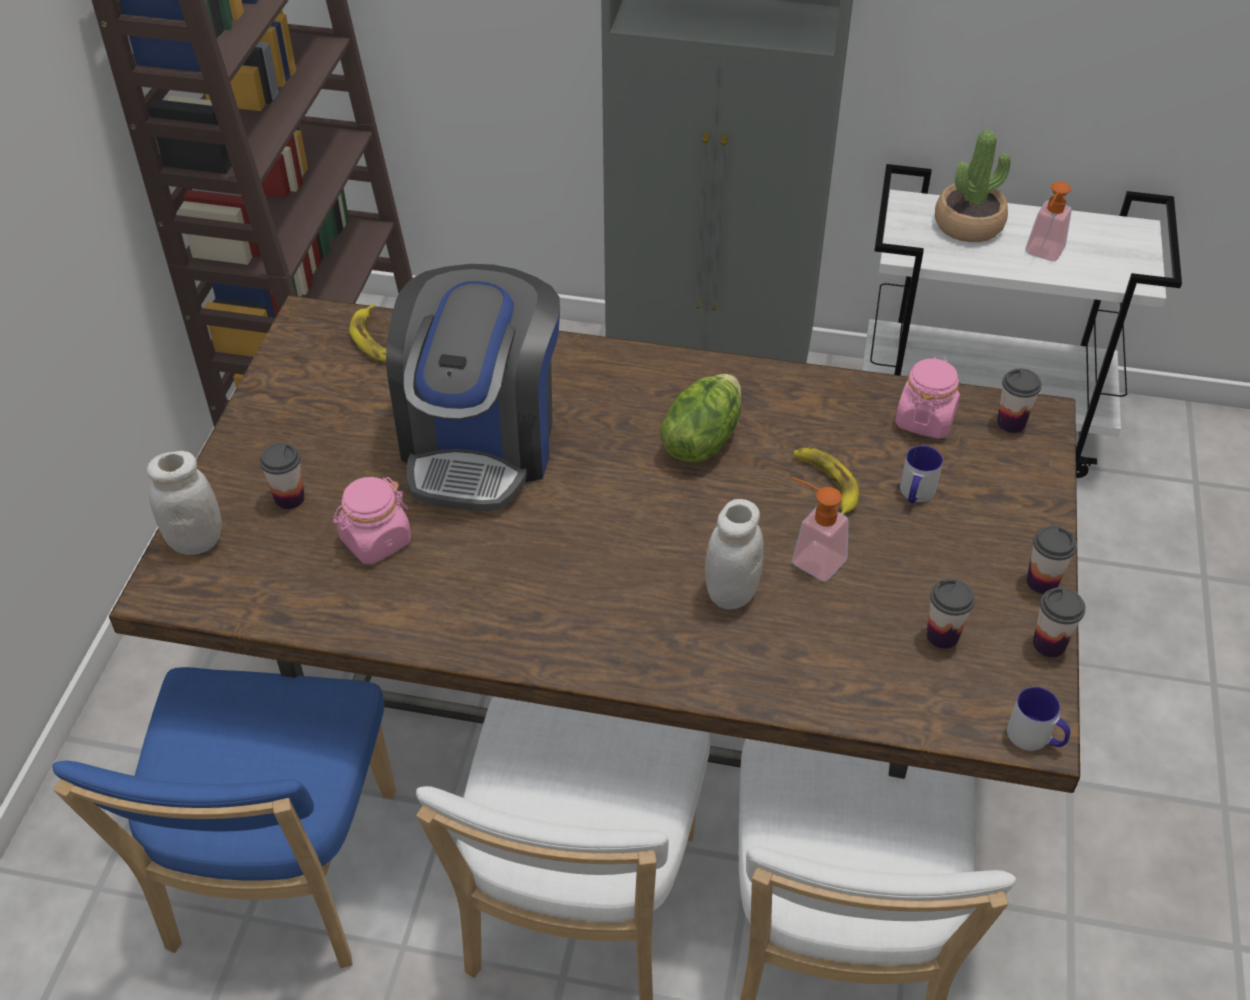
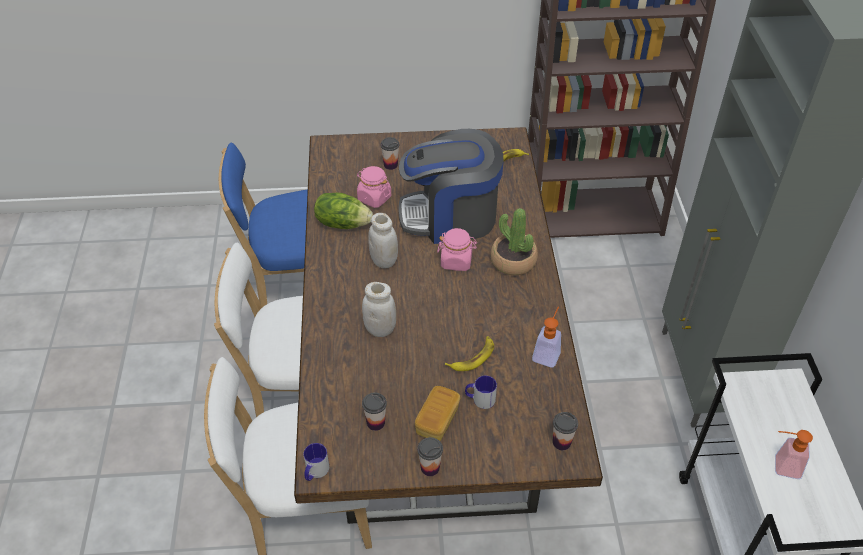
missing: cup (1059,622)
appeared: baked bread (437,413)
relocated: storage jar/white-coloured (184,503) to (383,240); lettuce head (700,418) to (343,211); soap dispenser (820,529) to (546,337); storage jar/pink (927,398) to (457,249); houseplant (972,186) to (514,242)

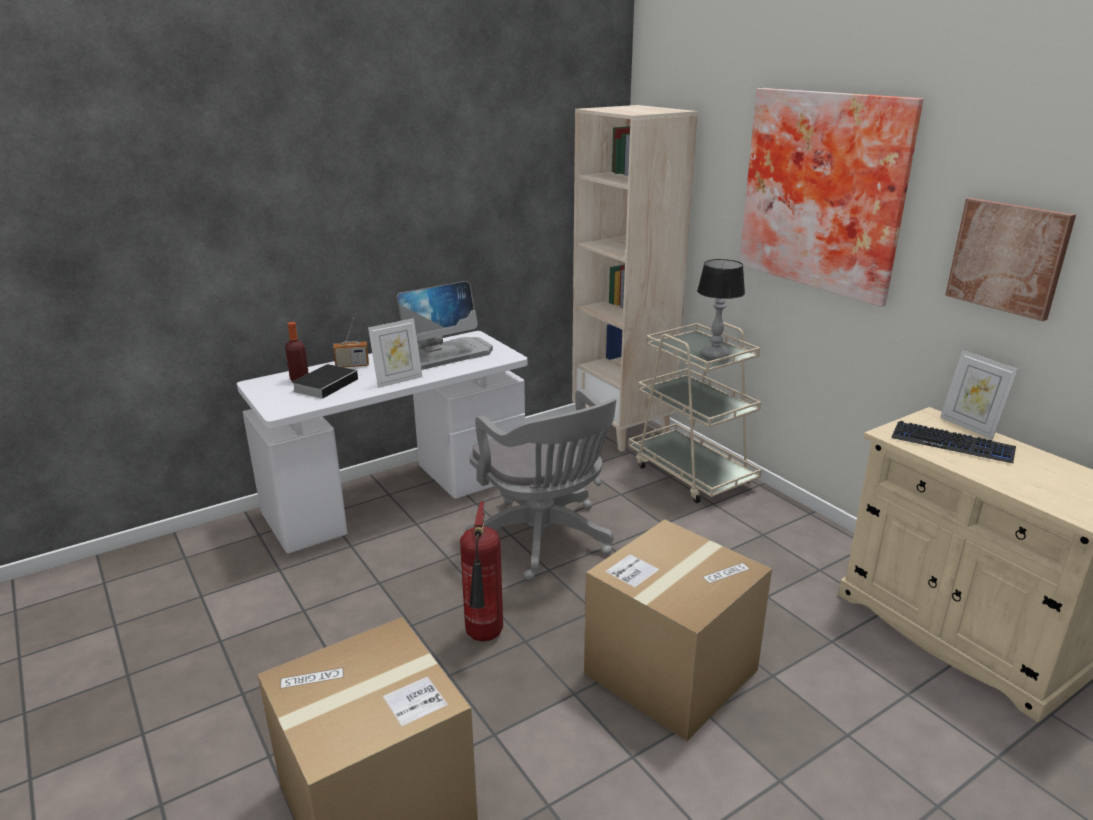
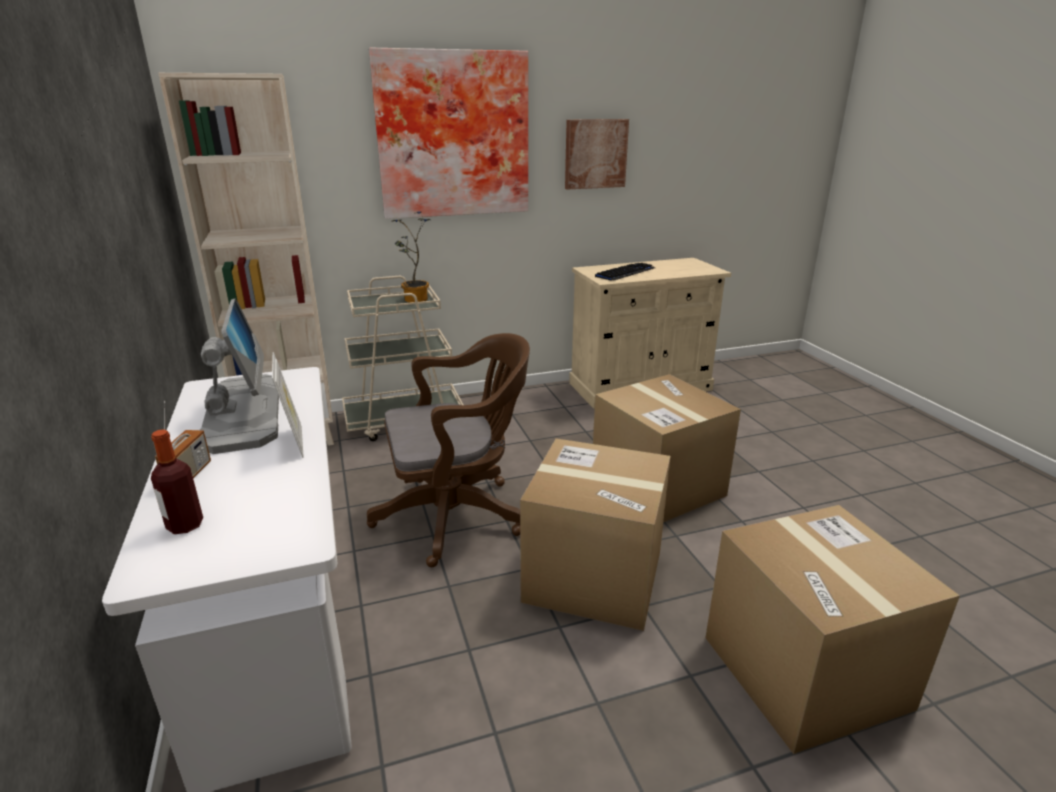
missing: book (325,381); standing frame (979,395)
exchanged: fire-fighting cylinder (481,571) to carton (595,534); tabletop lamp (721,309) to houseplant (411,257)
colour: office chair/greyish (541,485) to office chair/brown (448,450)

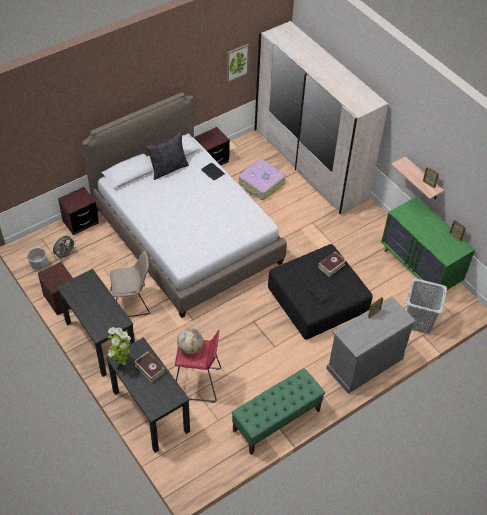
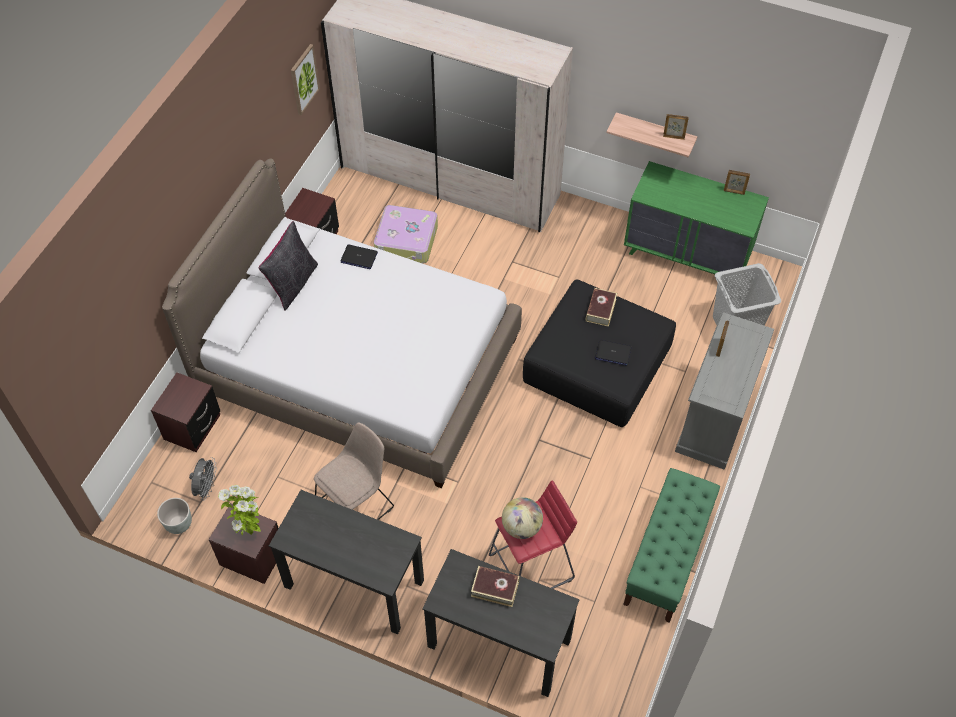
relocated: houseplant (120,346) to (239,510)

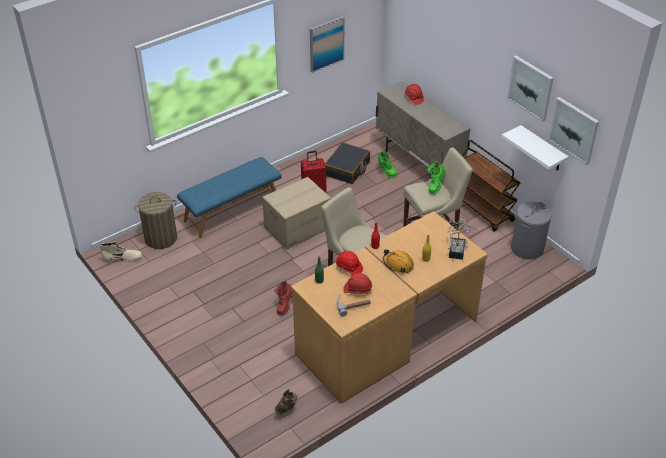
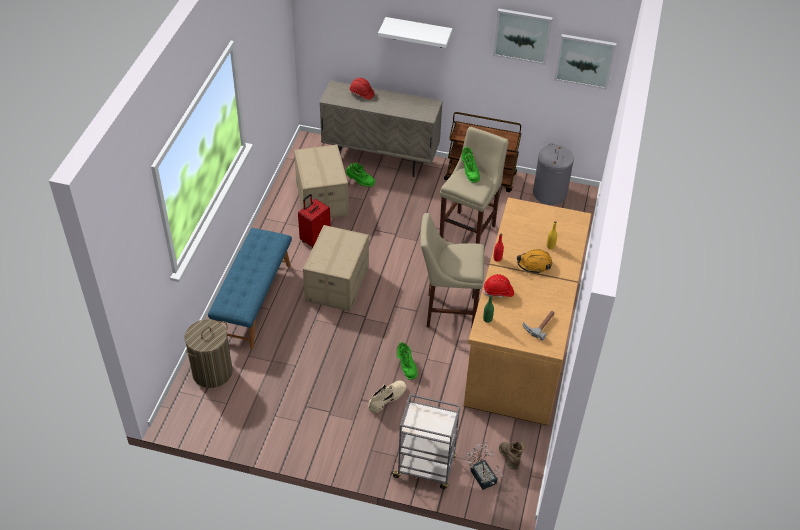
missing: wall picture (327,44); safety helmet/red-coloured (358,283)
appeared: wheeled cart/greyish (425,441)
relocated: tall boot/sand-coloured (121,252) to (387,396); houseplant (458,239) to (484,465); shelf/white-coloured (535,148) to (415,32)
exchanged: piece of luggage/black-coloured (347,163) to carton (321,181)
colour: tall boot/red-coloured (283,298) to tall boot/green-coloured (407,361)

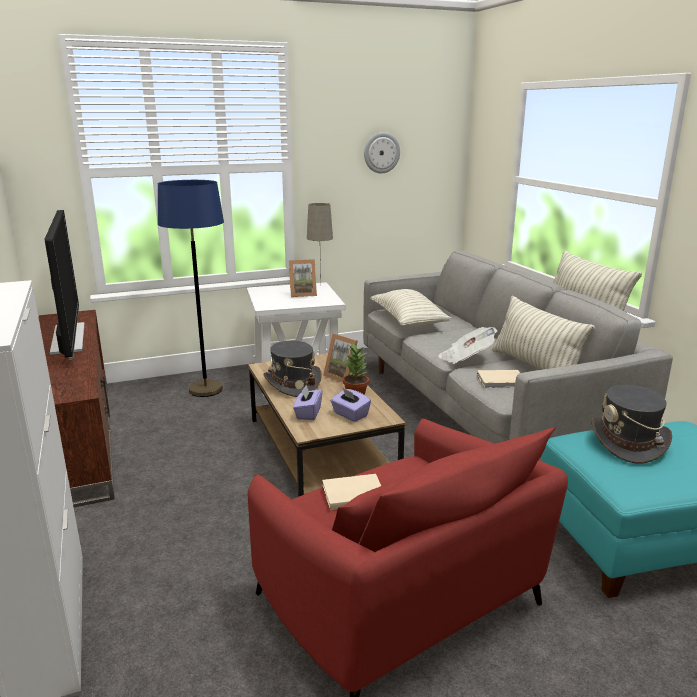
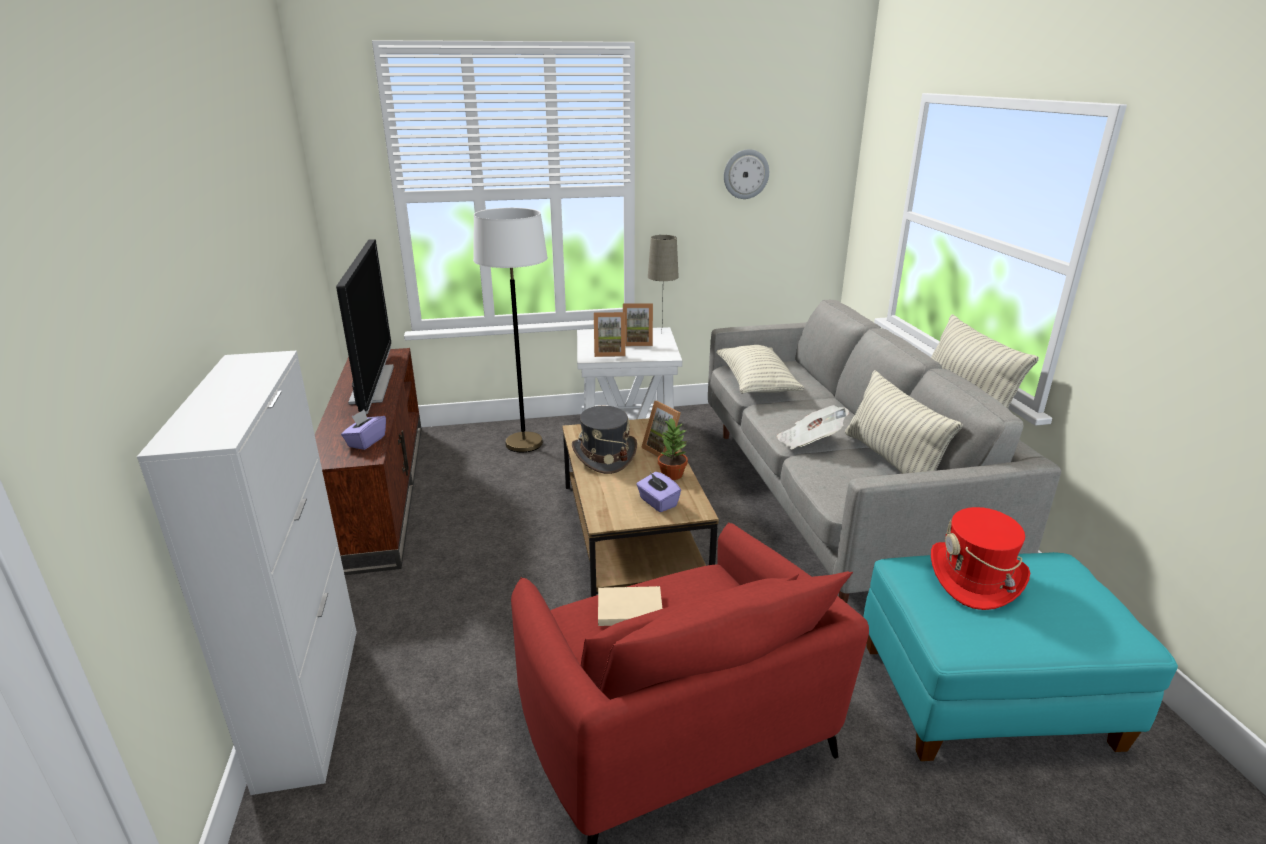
missing: book/sand-coloured (498,379)
appeared: standing frame (610,334)
relocated: box of tissues/purple (308,402) to (363,430)
colour: standard lamp/bluish (191,288) to standard lamp/white-coloured (510,330); clothing hat/greyish (631,424) to clothing hat/red-coloured (980,558)

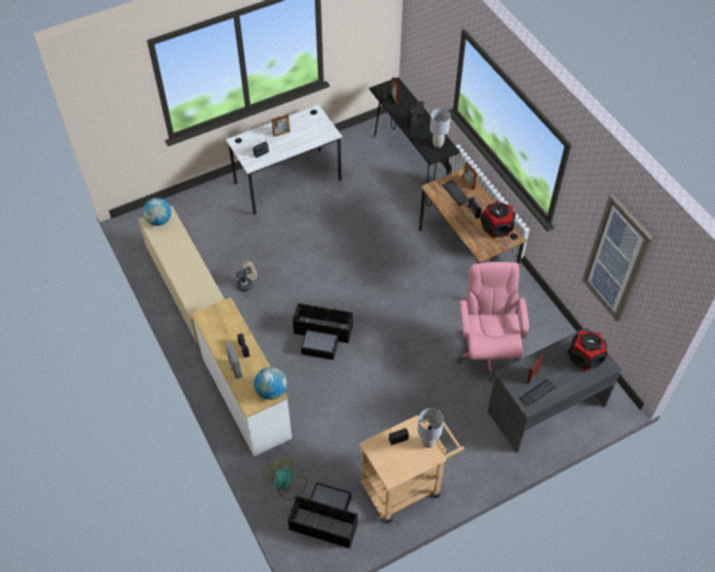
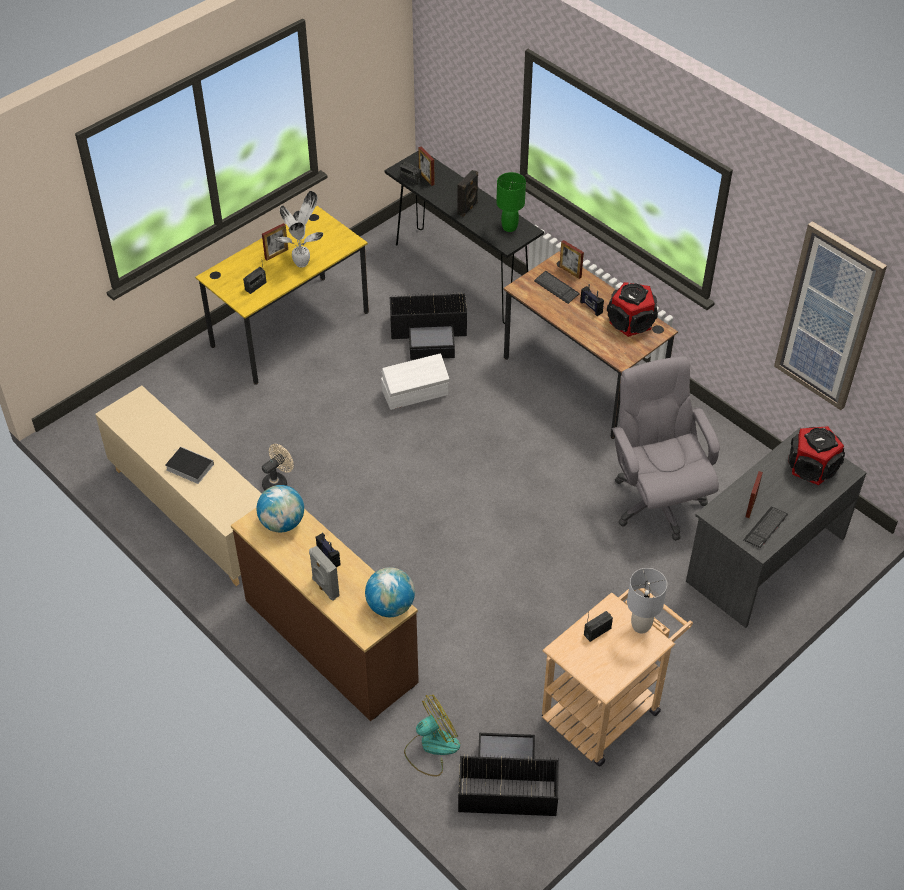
appeared: book (189,465); houseplant (299,229); storage box/white-coloured (415,381)
relocated: desk globe (157,212) to (280,508); storage box/black-coloured (323,331) to (428,326)
colour: dresser/white-coloured (241,377) to dresser/brown (325,614); desk/white-coloured (284,159) to desk/yellow (282,295); tabletop lamp/greyish (440,128) to tabletop lamp/green-coloured (511,202); office chair/pink (492,321) to office chair/greyish (666,448)
spun: electric fan (285,478) = (432,736) 105 degrees clockwise

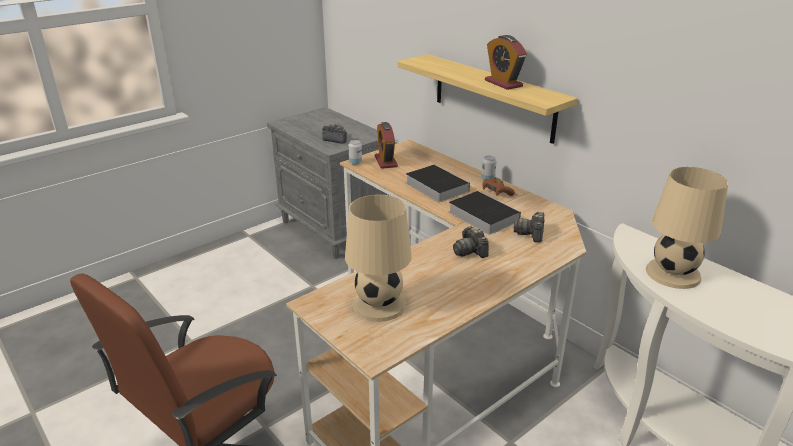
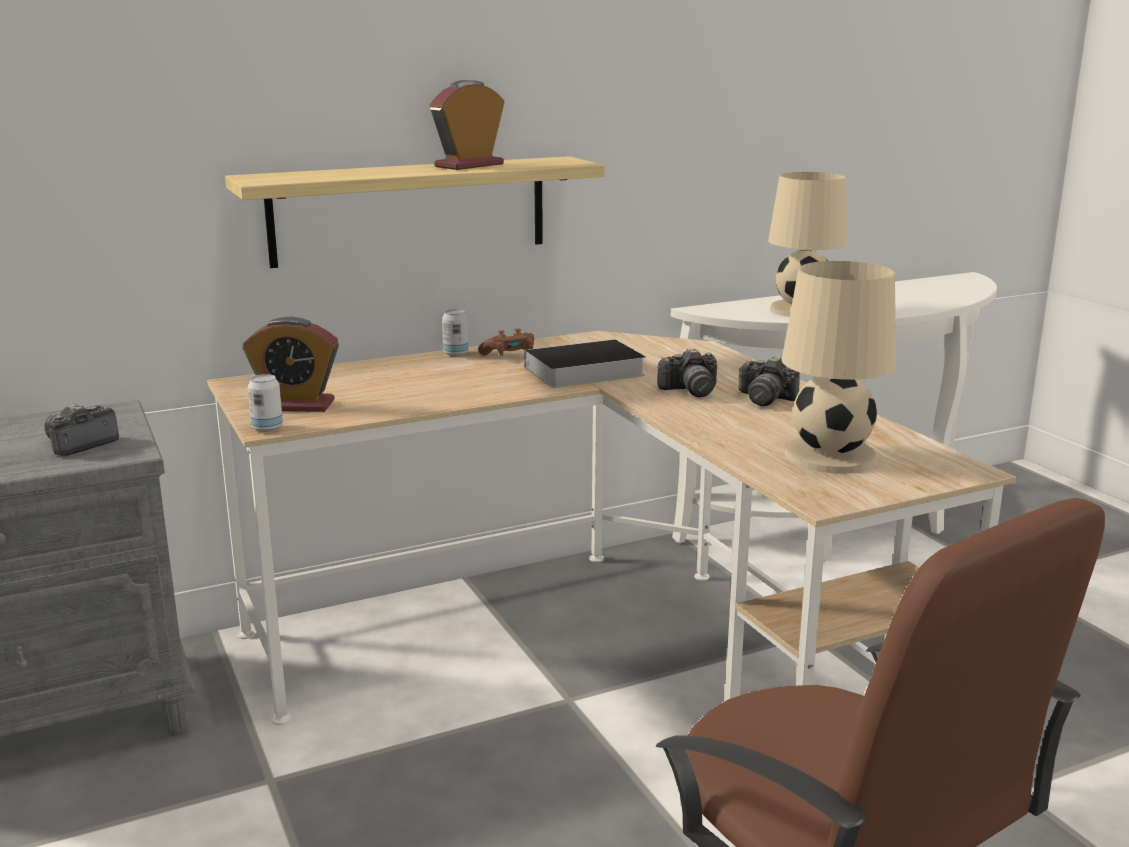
missing: book (438,183)
relocated: photo camera (529,227) to (769,381)
spun: bedside clock (506,62) = (467,125) 150 degrees clockwise

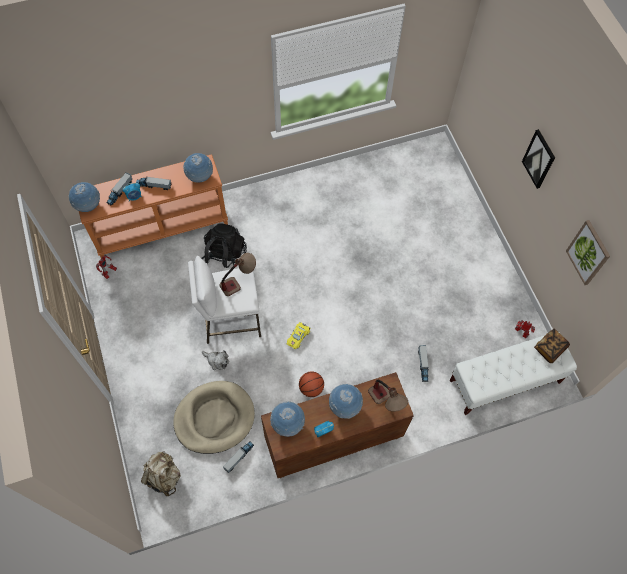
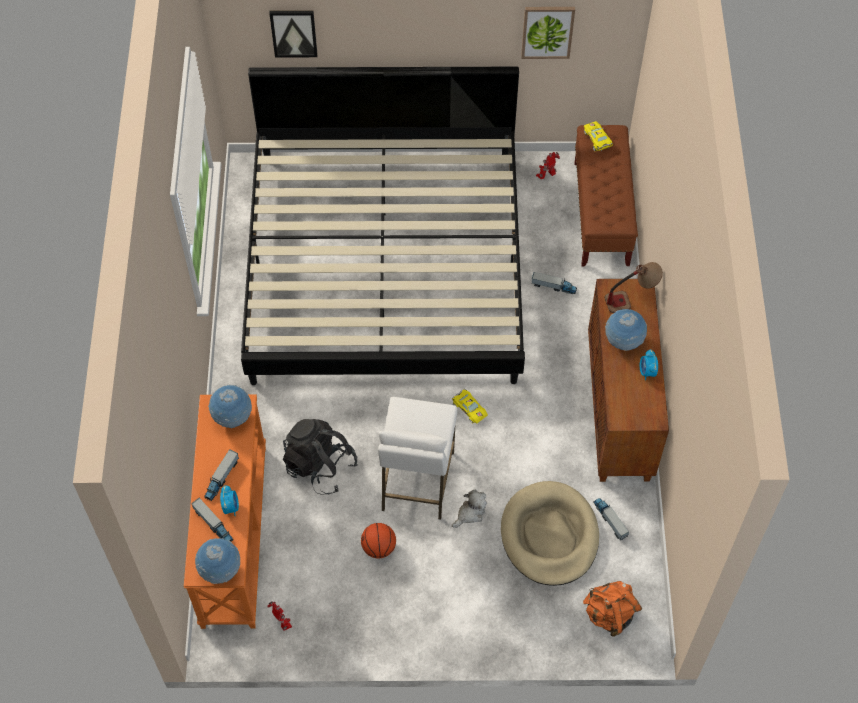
missing: tabletop lamp (237,274); desk globe (287,419)
appeared: sleeping bed (383,226)
relocated: basketball ball (311,384) to (378,540); wall picture (538,159) to (293,33)
exchanged: book (552,346) to miniature car/yellow (598,136)
colour: knapsack/sand-coloured (161,474) to knapsack/orangey (612,609); long seat/white-coloured (513,373) to long seat/brown (606,196)

